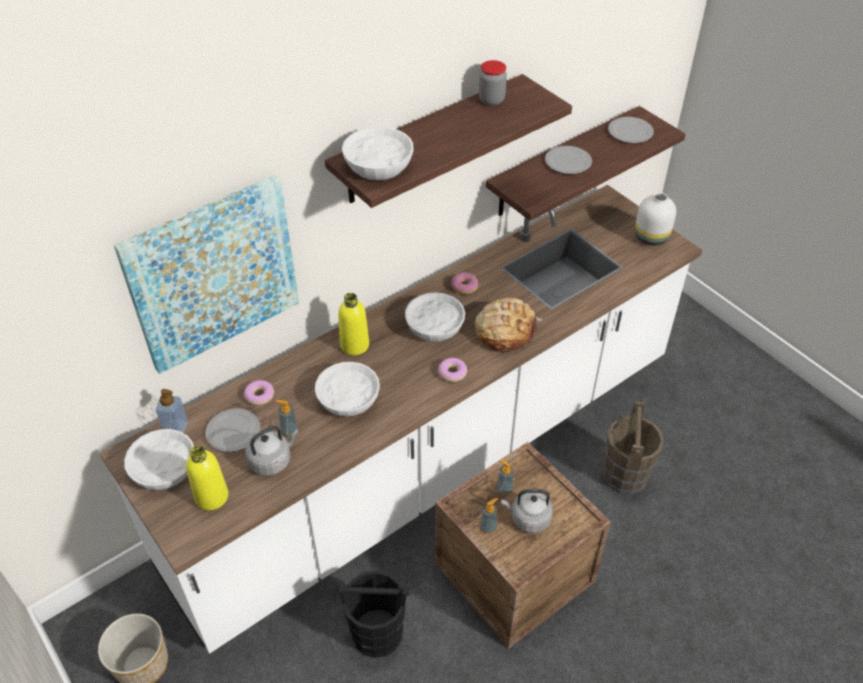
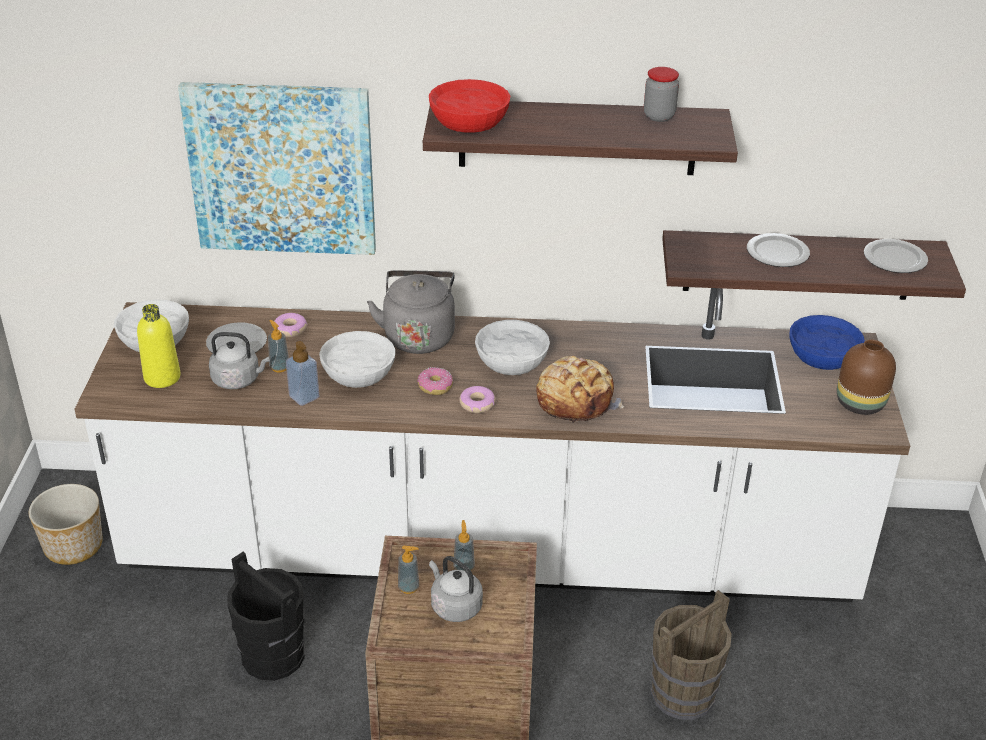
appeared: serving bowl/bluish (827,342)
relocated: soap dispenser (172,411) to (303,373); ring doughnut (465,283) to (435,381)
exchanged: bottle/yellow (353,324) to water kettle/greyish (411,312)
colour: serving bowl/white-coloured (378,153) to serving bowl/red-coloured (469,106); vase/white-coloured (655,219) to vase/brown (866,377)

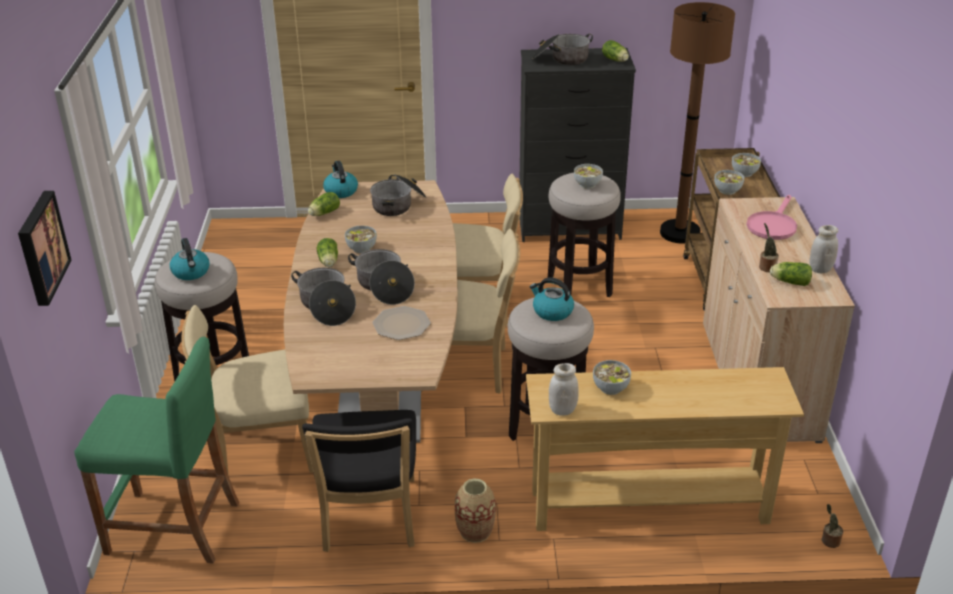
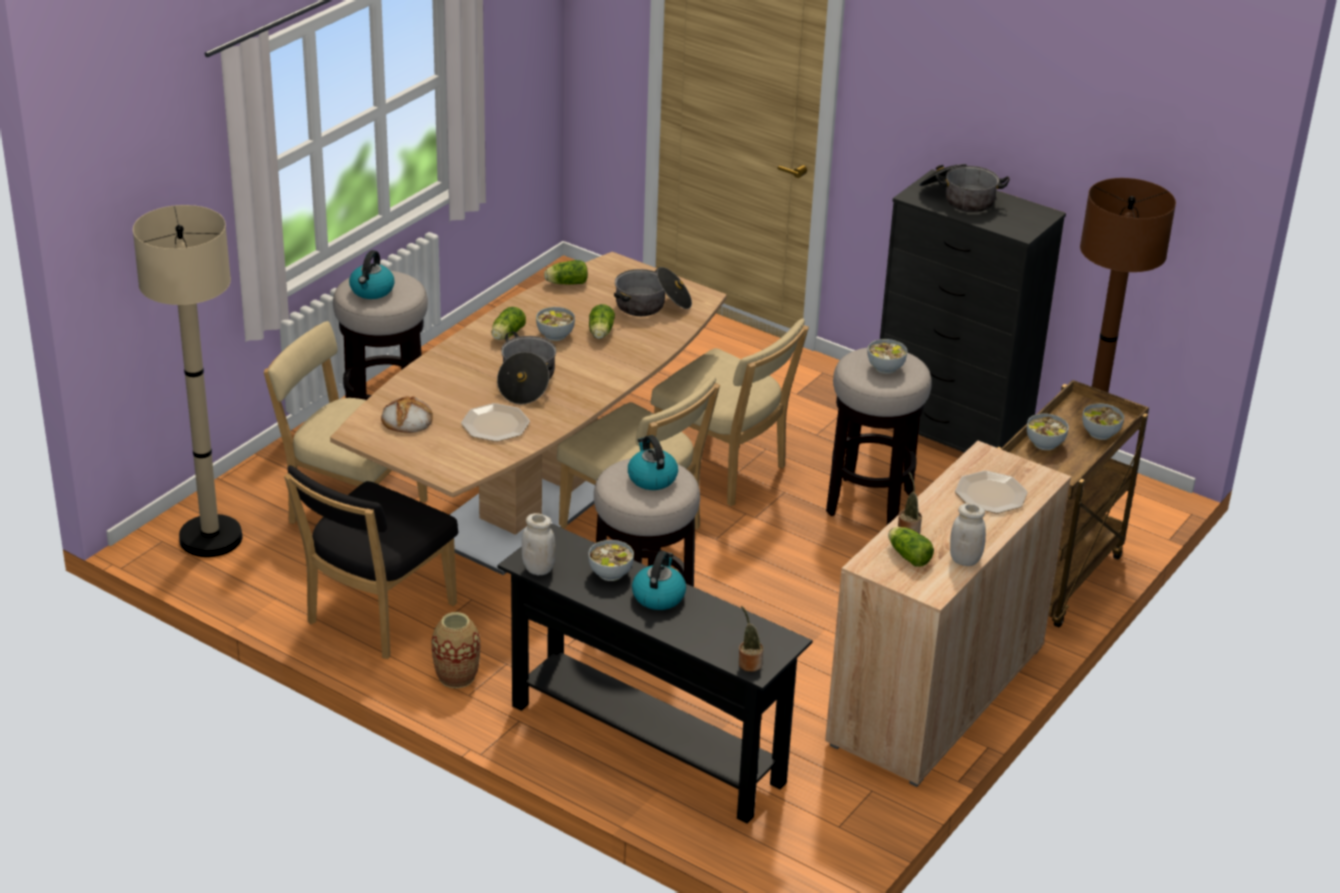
missing: wall picture (45,248); stockpot (323,297)
appeared: baked bread (407,414)
relocated: water kettle (340,179) to (659,580); lettuce head (615,51) to (602,321); houseplant (832,526) to (751,639)
exchanged: stool seat/green-coloured (156,450) to standard lamp/sand-coloured (188,381); frying pan/pink (771,217) to flat dish (991,492)
colour: hall table/sand-coloured (665,449) to hall table/black-coloured (655,673)

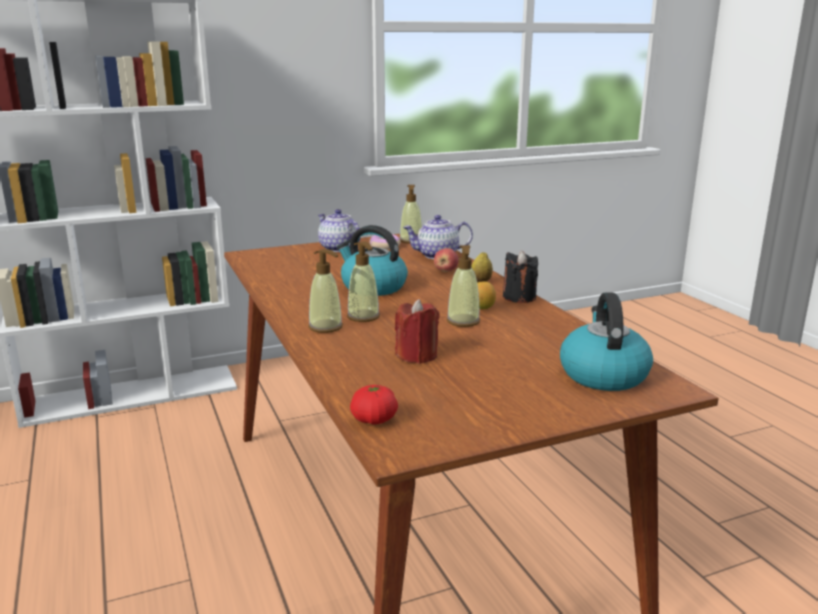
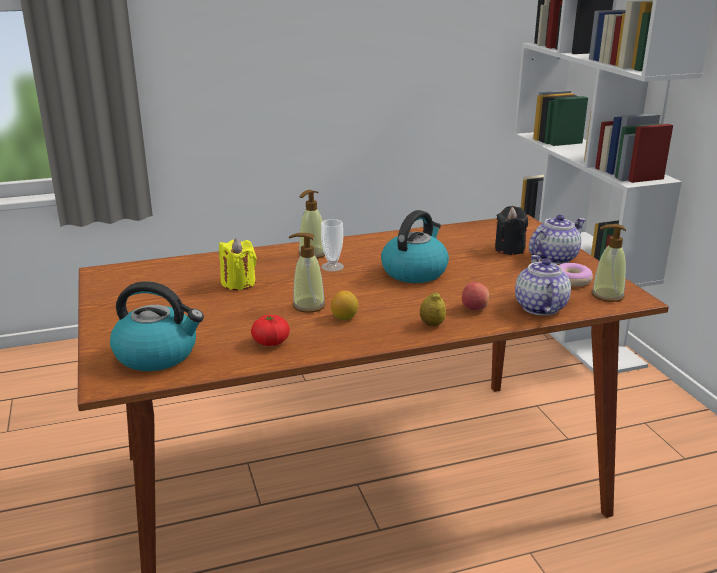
relocated: whole tomato (374,404) to (270,330); wax candle/black-coloured (520,277) to (511,230)
exchanged: soap dispenser (363,281) to cup (332,245)
colour: wax candle/red-coloured (417,331) to wax candle/yellow (238,264)

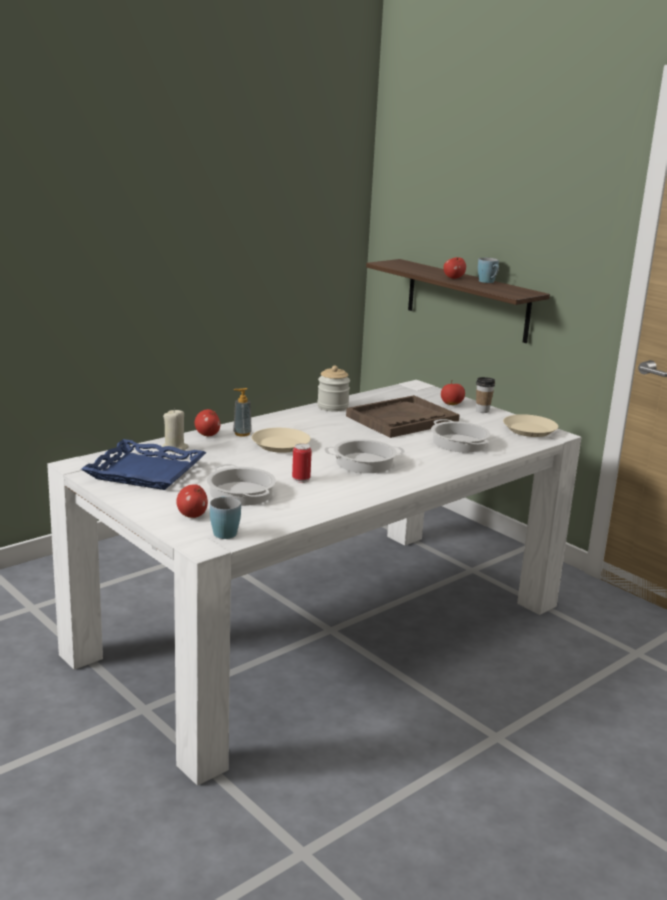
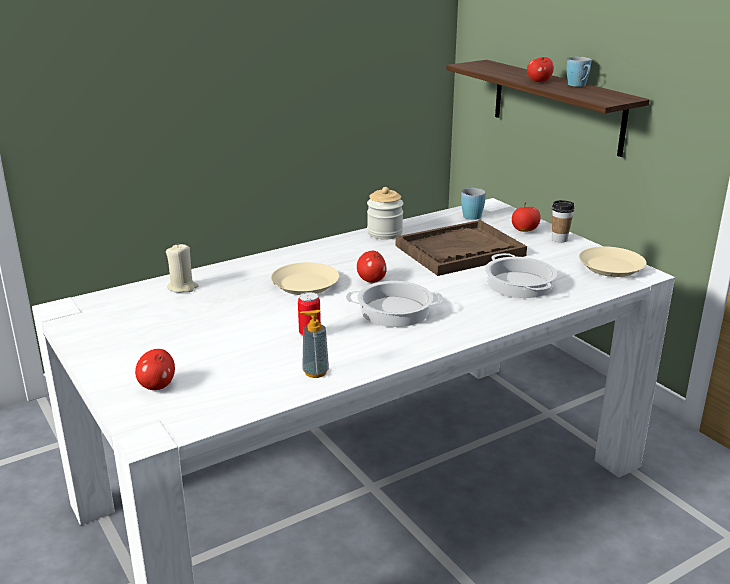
missing: carrying tray/bluish (144,464); stockpot (241,485)
relocated: apple fruit (207,422) to (372,267); tea mug/bluish (225,517) to (473,204); soap dispenser (242,412) to (314,344)

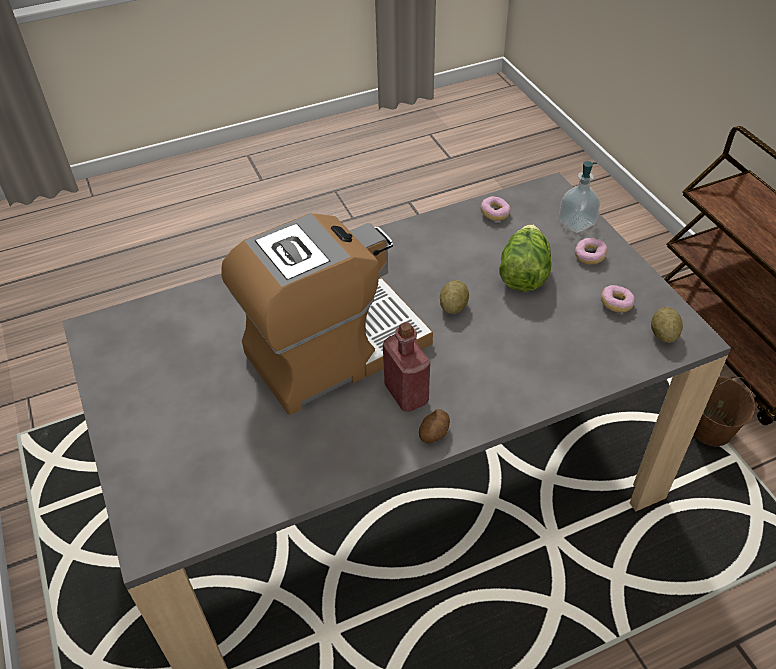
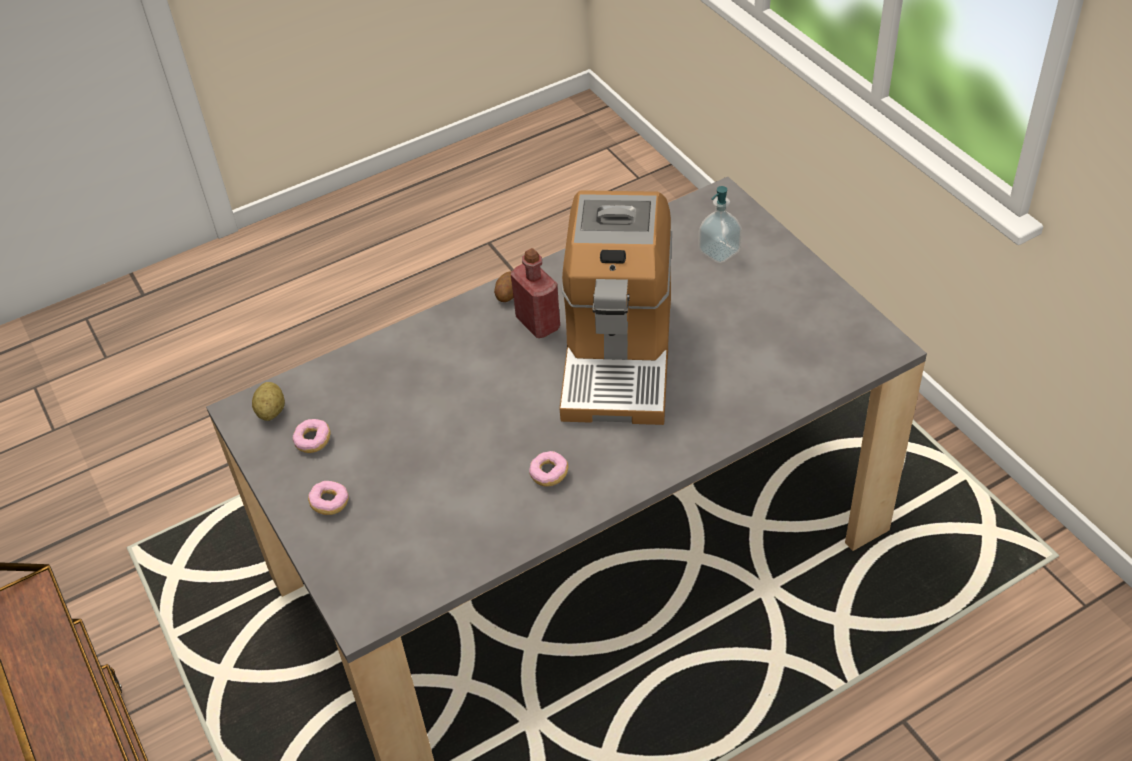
missing: potato (454,297); lettuce head (525,258); bucket/brown (724,411)
relocated: ring doughnut (495,208) to (548,468); soap dispenser (579,197) to (720,224)
spun: coffee machine (327,314) = (615,307) 45 degrees counterclockwise

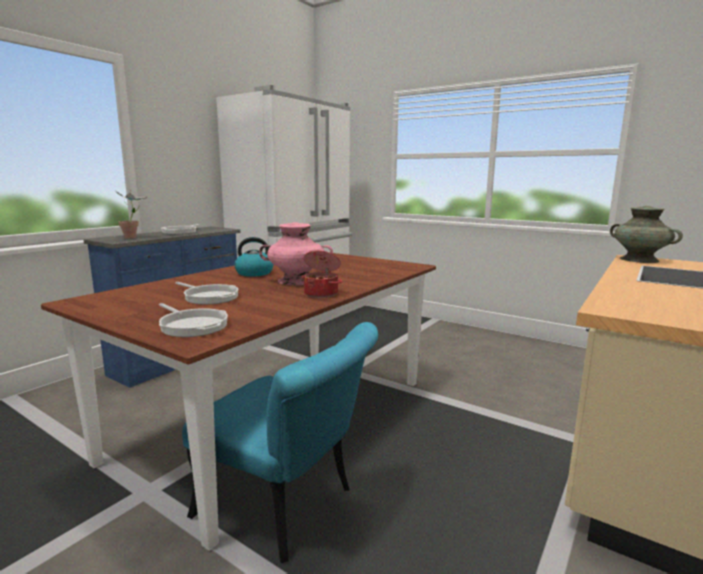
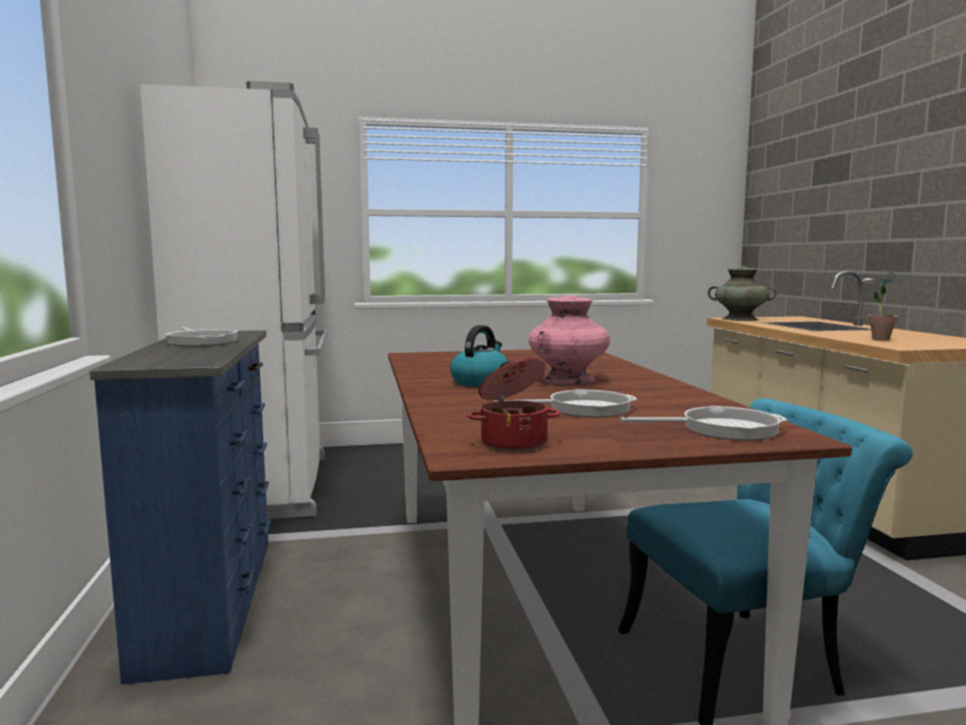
relocated: houseplant (131,214) to (885,305); stockpot (321,274) to (514,404)

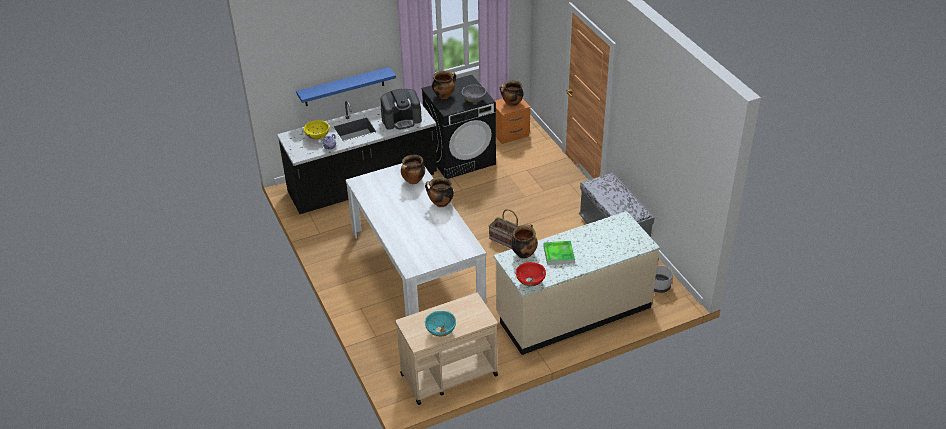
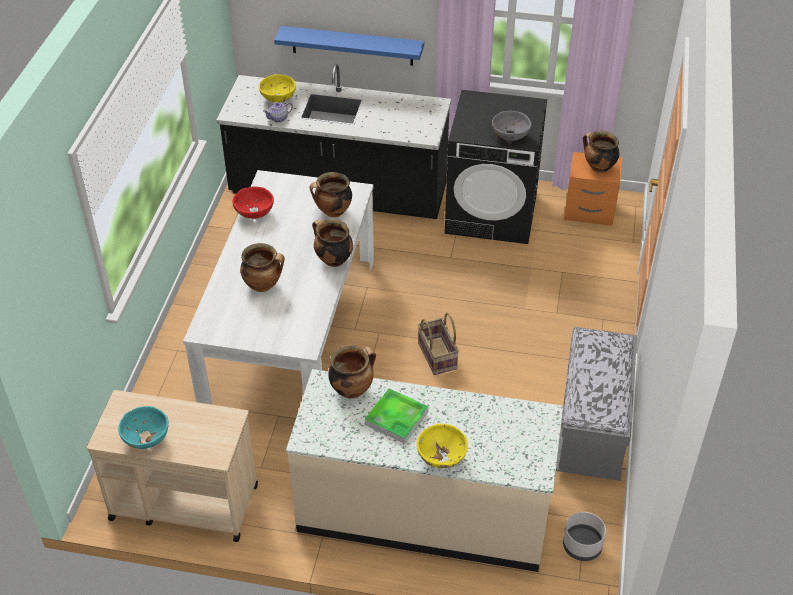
missing: coffee machine (401,109)
appeared: serving bowl/yellow (442,446)
relocated: stockpot (444,85) to (262,267); serving bowl/red-coloured (531,274) to (253,202)

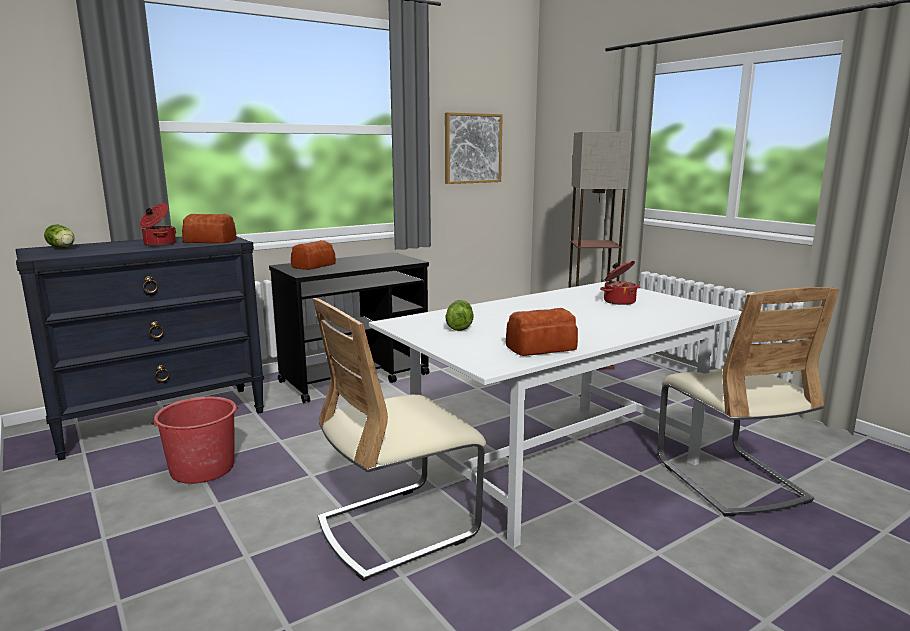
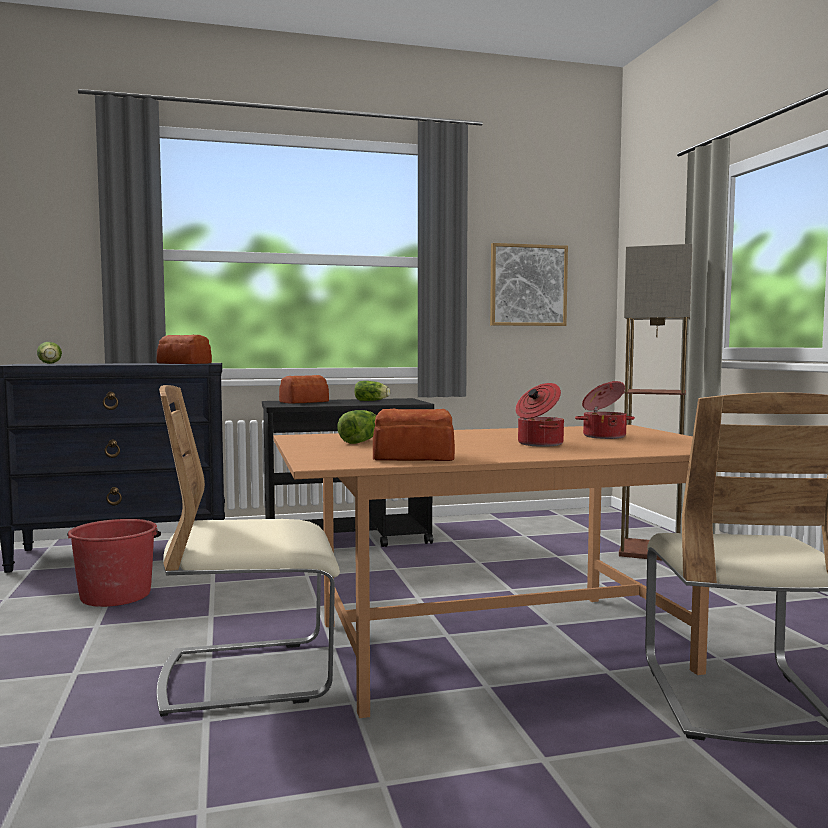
appeared: lettuce head (372,391)
relocated: stockpot (158,224) to (539,415)
colour: kitchen table/white-coloured (555,414) to kitchen table/brown (491,571)

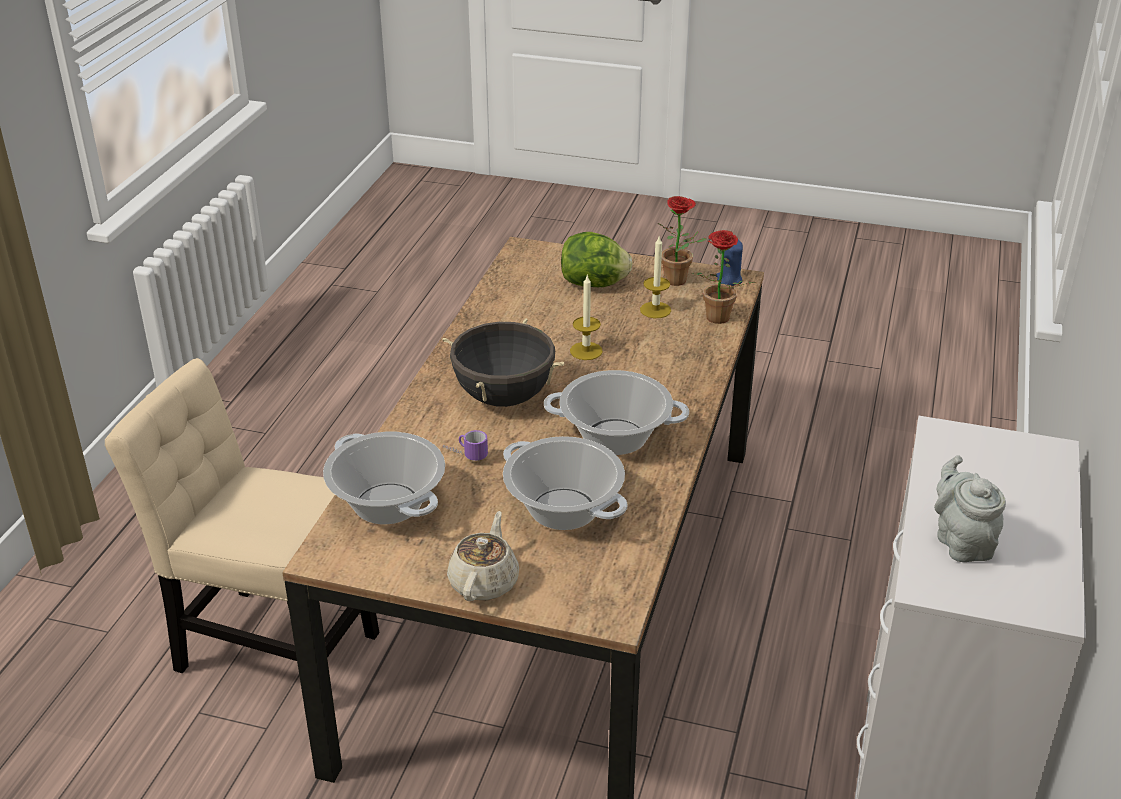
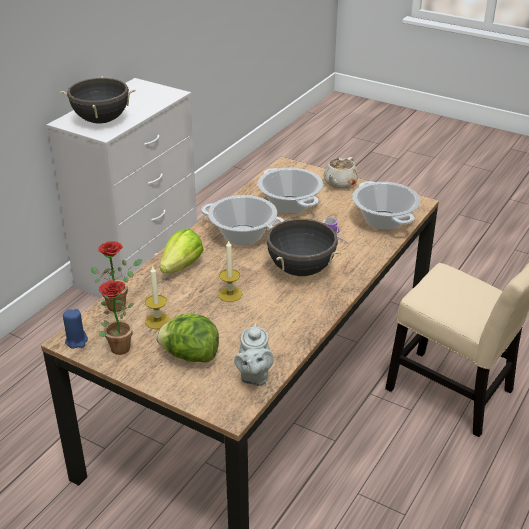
appeared: stockpot/black-coloured (98,100); lettuce head (182,251)
relocated: teapot/greyish (970,508) to (254,355)

